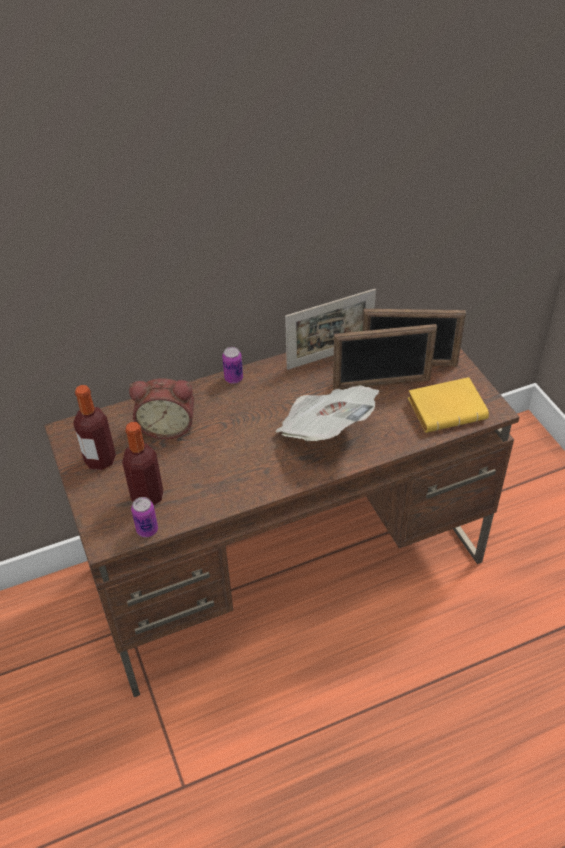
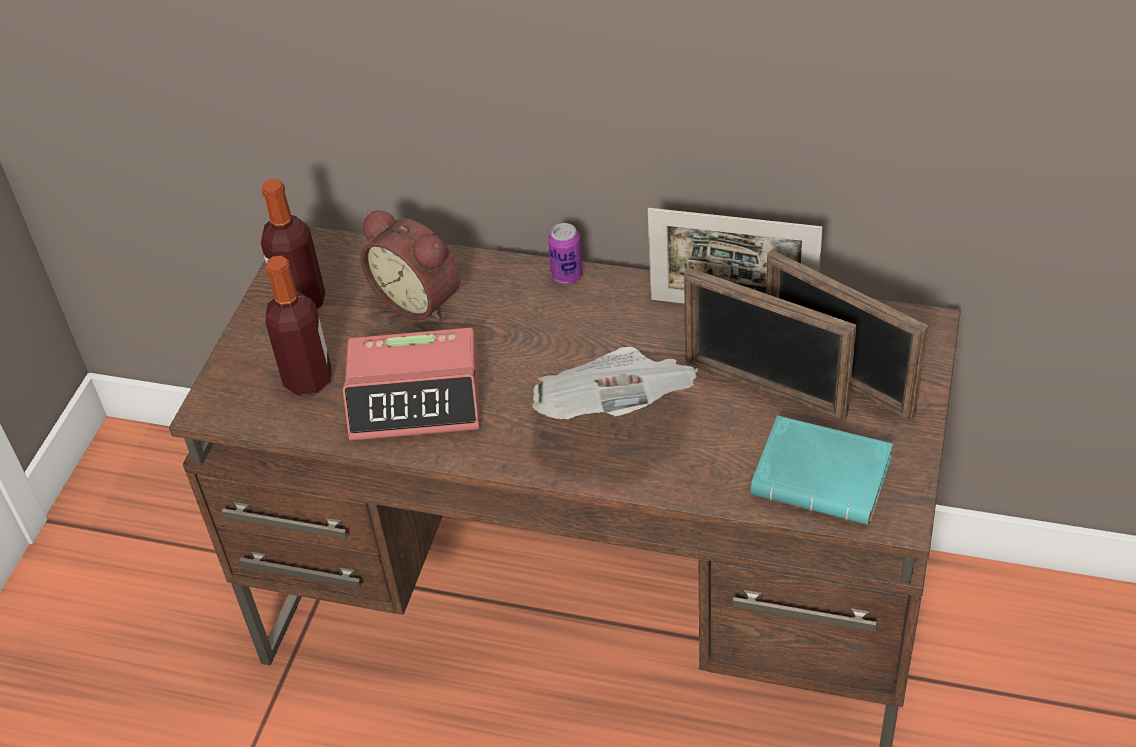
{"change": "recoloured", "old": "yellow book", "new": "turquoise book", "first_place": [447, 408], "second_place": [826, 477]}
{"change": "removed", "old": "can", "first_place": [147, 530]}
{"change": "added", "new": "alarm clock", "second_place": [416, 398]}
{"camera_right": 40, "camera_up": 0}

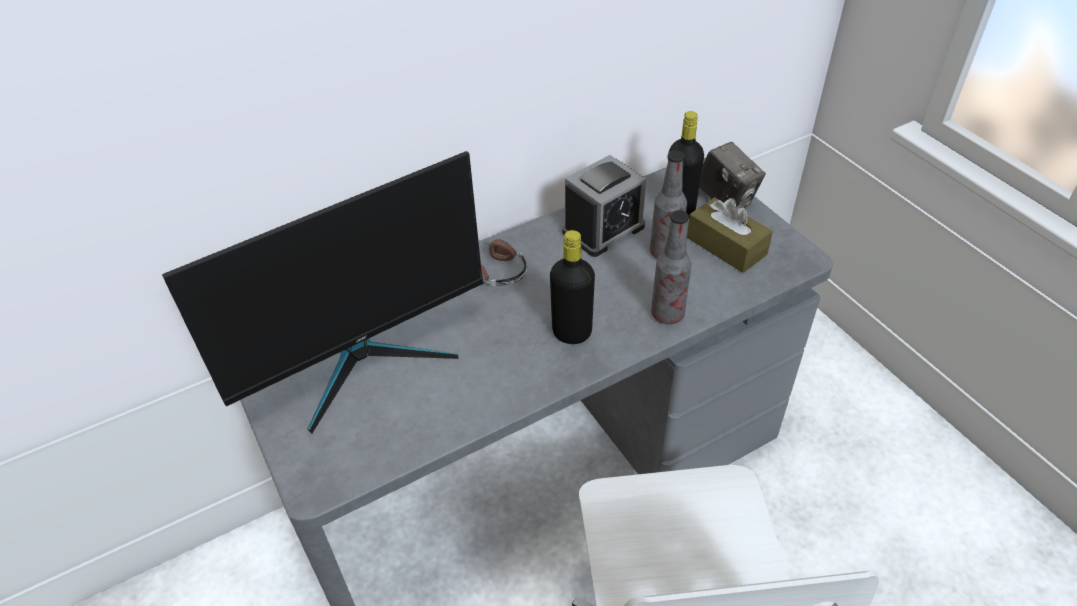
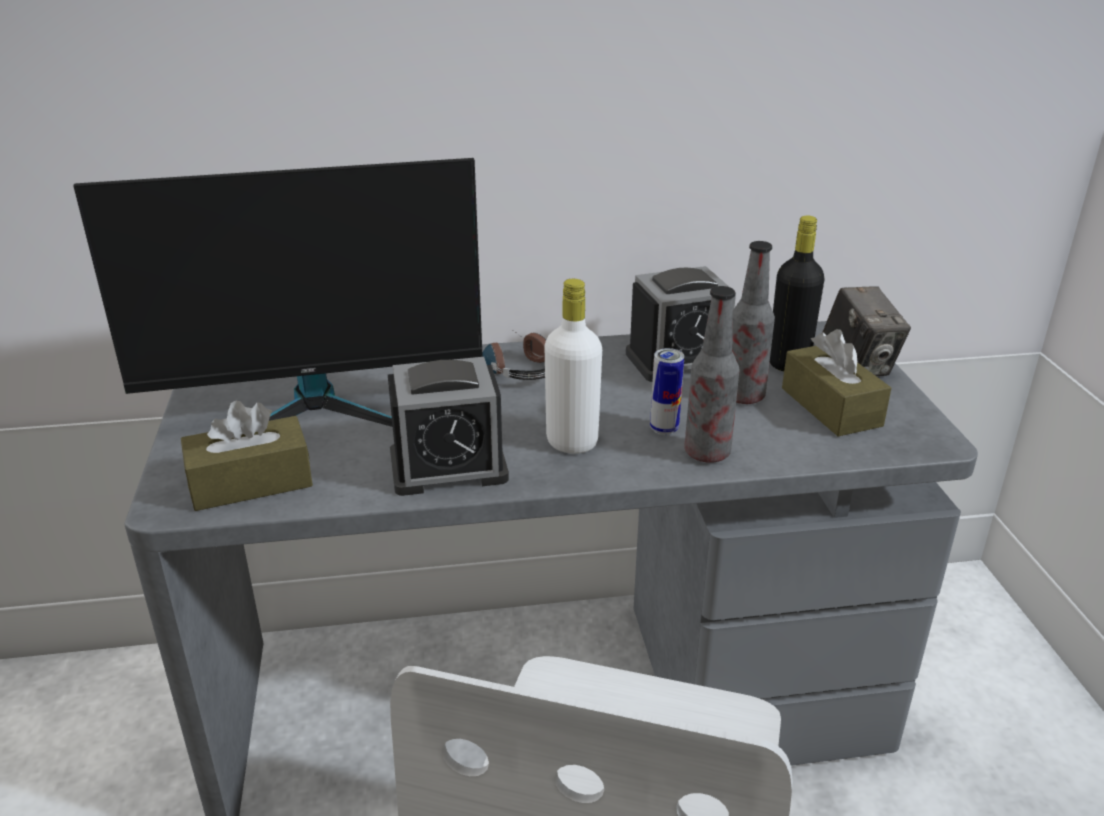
{"change": "recoloured", "old": "black bottle", "new": "white bottle", "first_place": [572, 332], "second_place": [572, 442]}
{"change": "added", "new": "can", "second_place": [664, 429]}
{"change": "added", "new": "alarm clock", "second_place": [448, 467]}
{"change": "added", "new": "brown tissue box", "second_place": [251, 482]}
{"camera_right": 20, "camera_up": -15}

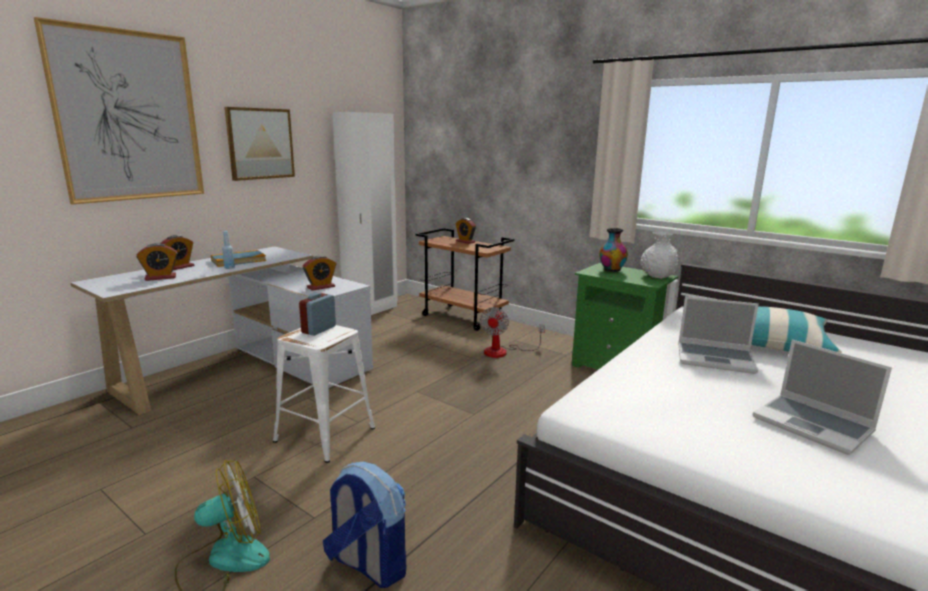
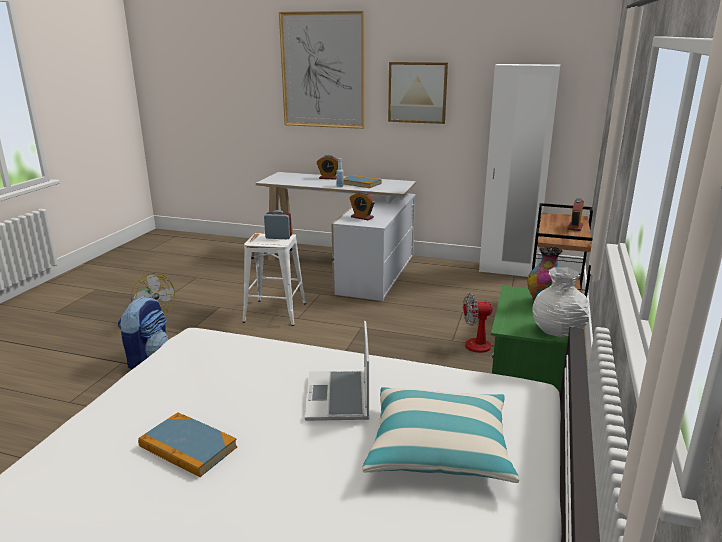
{"change": "removed", "old": "alarm clock", "first_place": [160, 277]}
{"change": "replaced", "old": "laptop", "new": "book", "first_place": [814, 425], "second_place": [188, 447]}
{"camera_right": 70, "camera_up": 5}

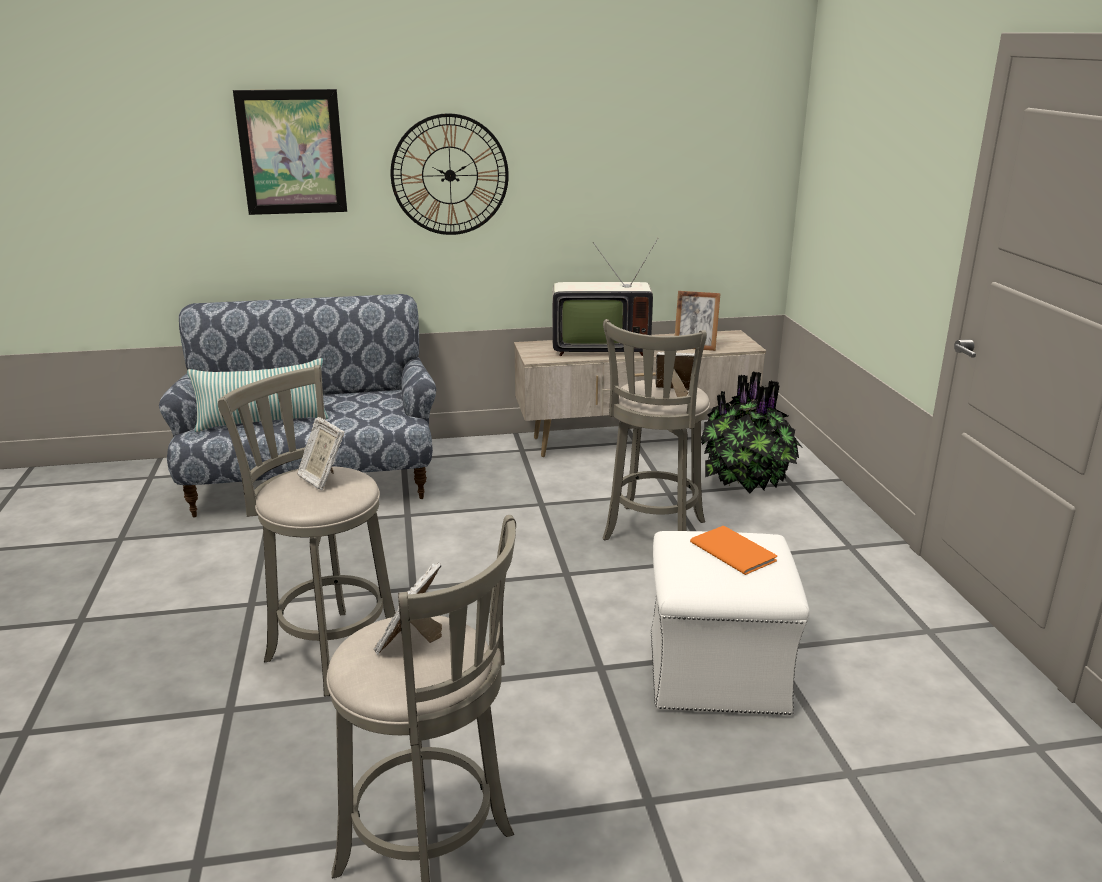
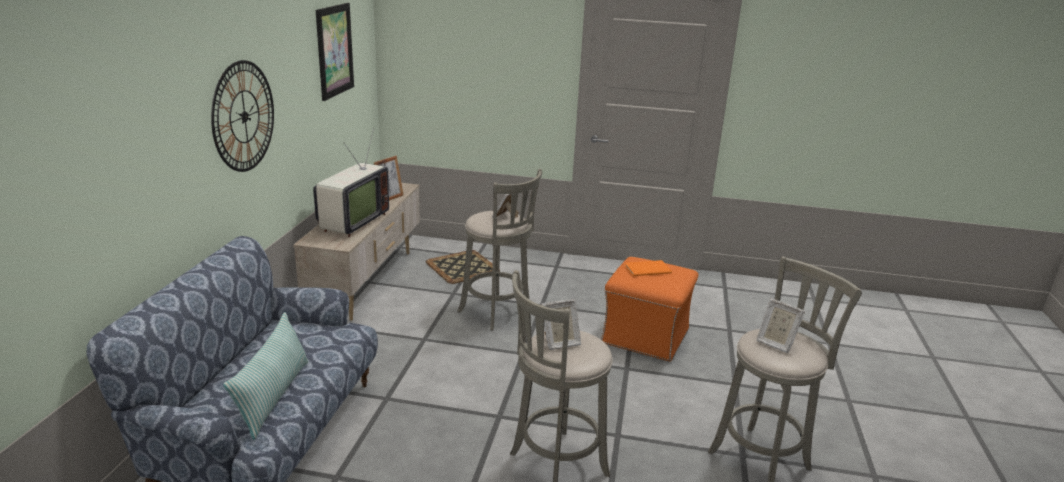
{"change": "moved", "old": "picture", "first_place": [292, 152], "second_place": [334, 50]}
{"change": "replaced", "old": "potted plant", "new": "tray", "first_place": [747, 482], "second_place": [463, 267]}
{"change": "recoloured", "old": "white ottoman", "new": "orange ottoman", "first_place": [717, 672], "second_place": [646, 336]}
{"camera_right": -70, "camera_up": 0}

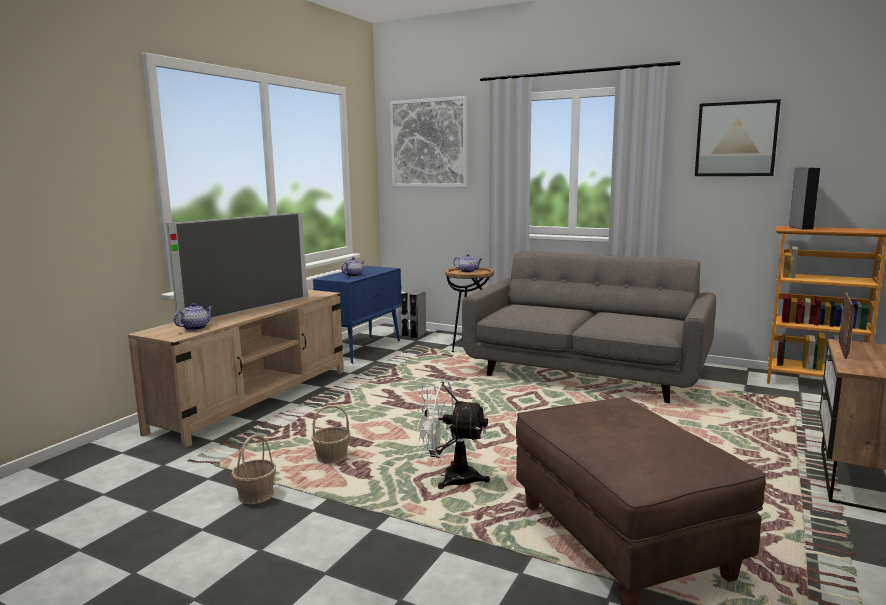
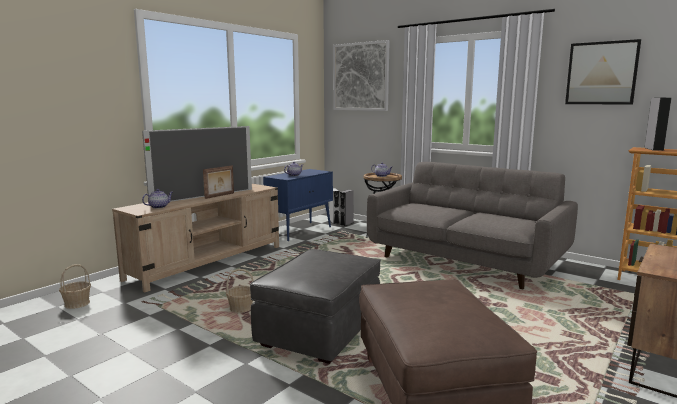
{"change": "moved", "old": "picture frame", "first_place": [843, 350], "second_place": [220, 196]}
{"change": "replaced", "old": "white fan", "new": "grey ottoman", "first_place": [450, 478], "second_place": [320, 331]}
{"change": "moved", "old": "basket", "first_place": [255, 495], "second_place": [77, 303]}
{"camera_right": 10, "camera_up": 0}

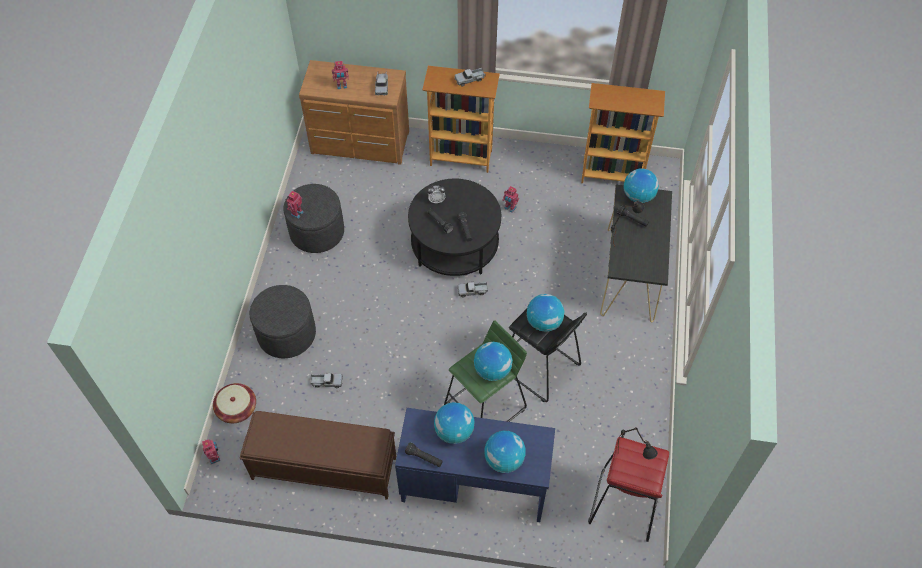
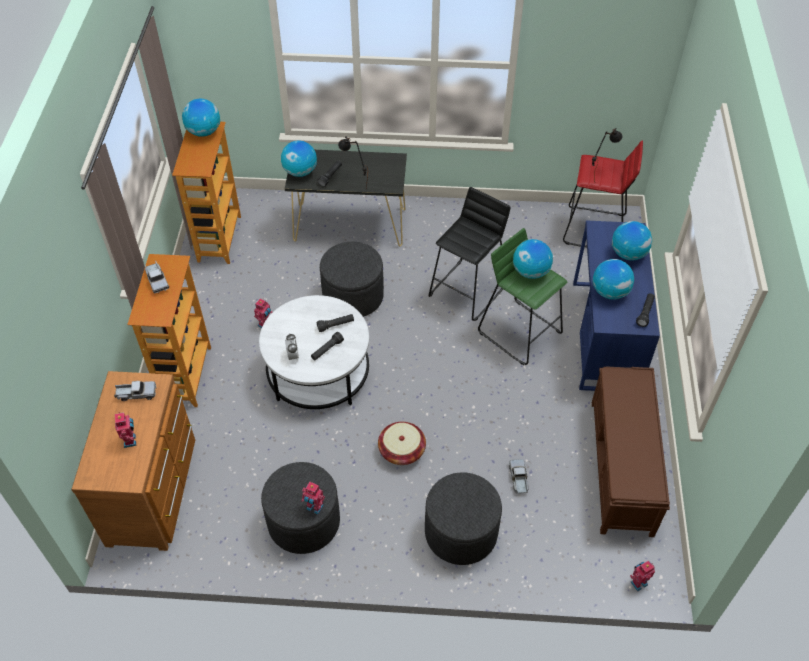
{"change": "recoloured", "old": "black coffee table", "new": "white coffee table", "first_place": [455, 244], "second_place": [318, 372]}
{"change": "removed", "old": "toy truck", "first_place": [472, 291]}
{"change": "moved", "old": "globe", "first_place": [544, 322], "second_place": [204, 132]}
{"change": "moved", "old": "basket", "first_place": [237, 409], "second_place": [402, 450]}
{"change": "added", "new": "grey ottoman", "second_place": [353, 296]}
{"camera_right": -95, "camera_up": -5}

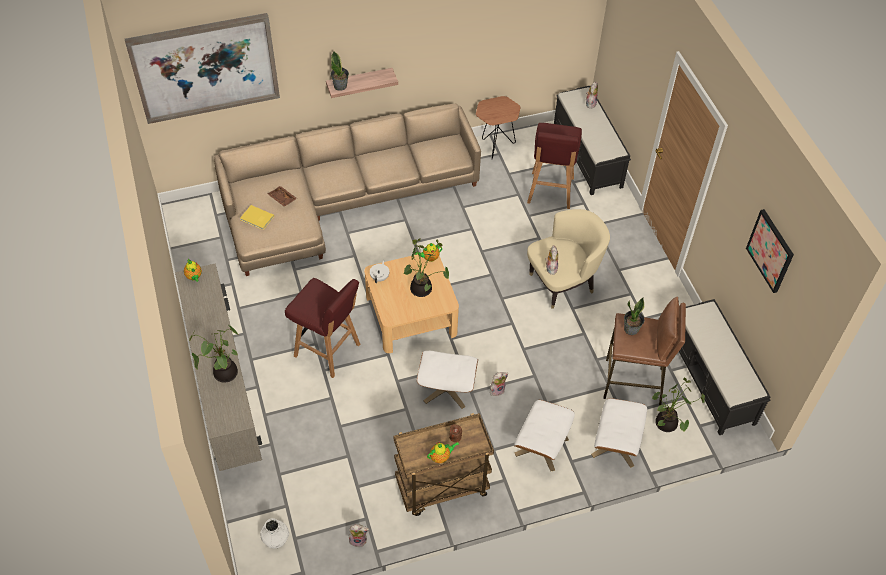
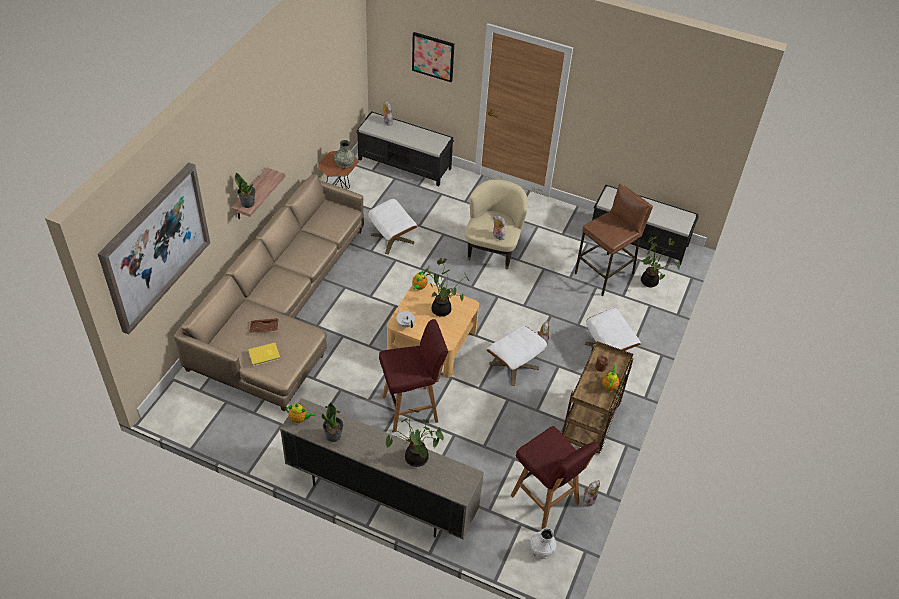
{"change": "moved", "old": "red stool", "first_place": [550, 191], "second_place": [545, 501]}
{"change": "moved", "old": "picture", "first_place": [770, 250], "second_place": [433, 56]}
{"change": "moved", "old": "potted plant", "first_place": [631, 329], "second_place": [334, 435]}
{"change": "moved", "old": "white ottoman", "first_place": [616, 444], "second_place": [393, 239]}
{"change": "added", "new": "grey vase", "second_place": [344, 163]}
{"camera_right": -50, "camera_up": -5}

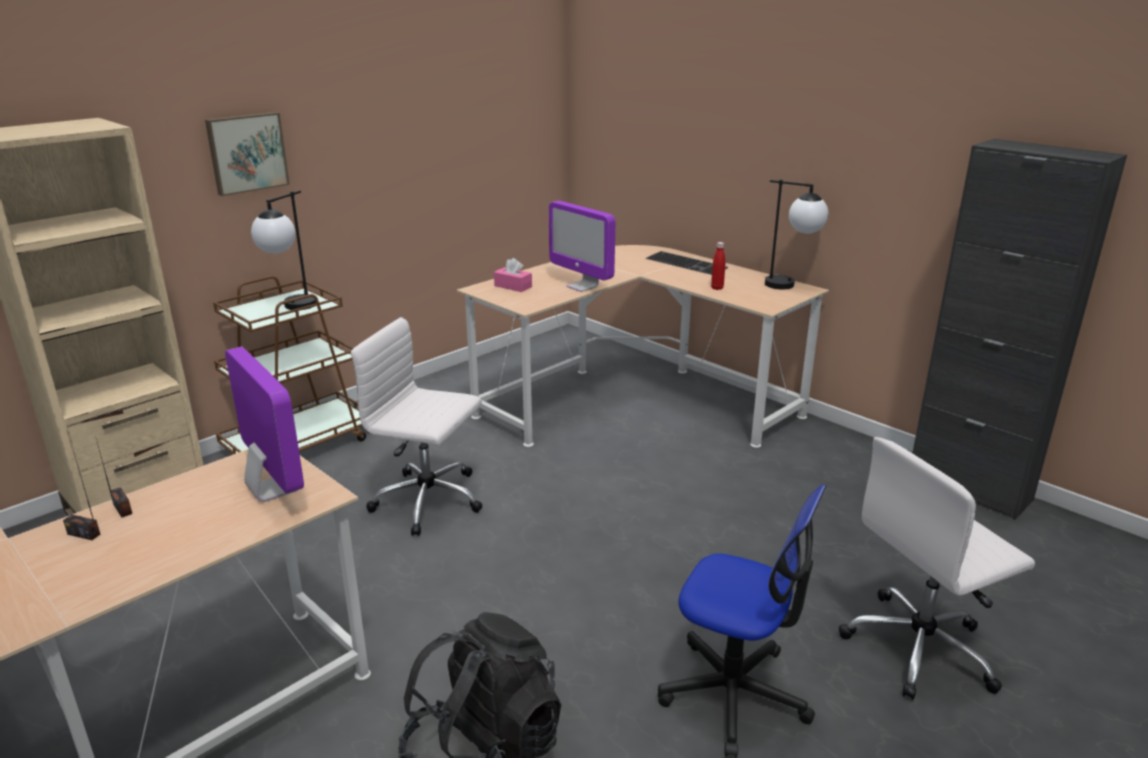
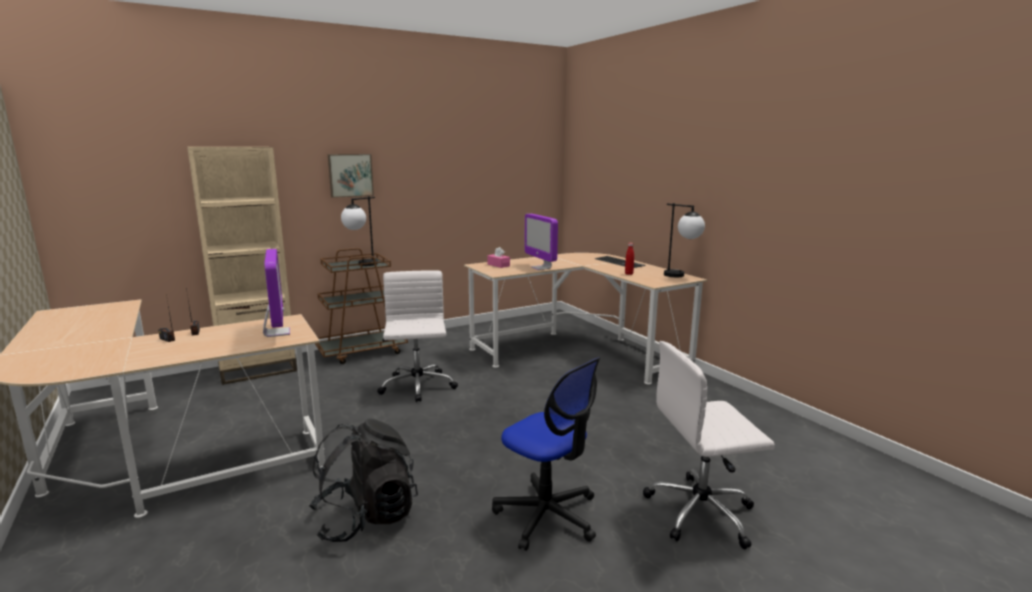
{"change": "removed", "old": "black cabinet", "first_place": [969, 488]}
{"change": "turned", "old": "white office chair", "first_place": [430, 501], "second_place": [417, 387], "degrees": 45}
{"camera_right": 15, "camera_up": -10}

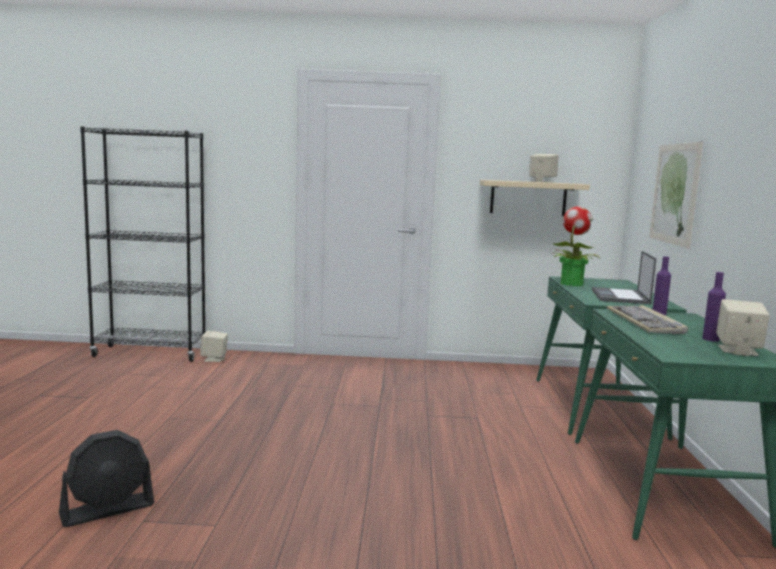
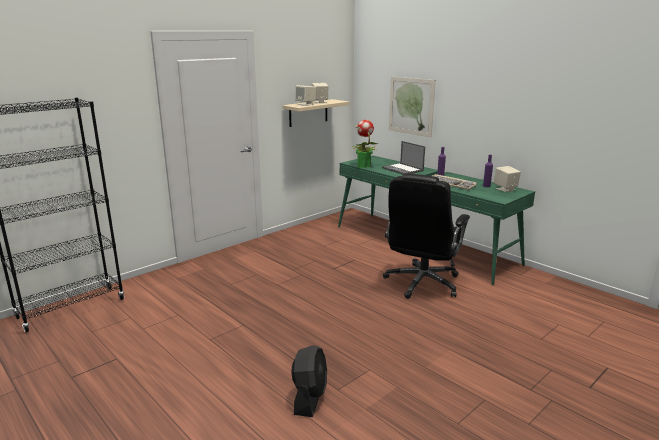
{"change": "moved", "old": "beige speaker", "first_place": [214, 359], "second_place": [306, 104]}
{"change": "added", "new": "black office chair", "second_place": [422, 283]}
{"camera_right": -45, "camera_up": 10}

